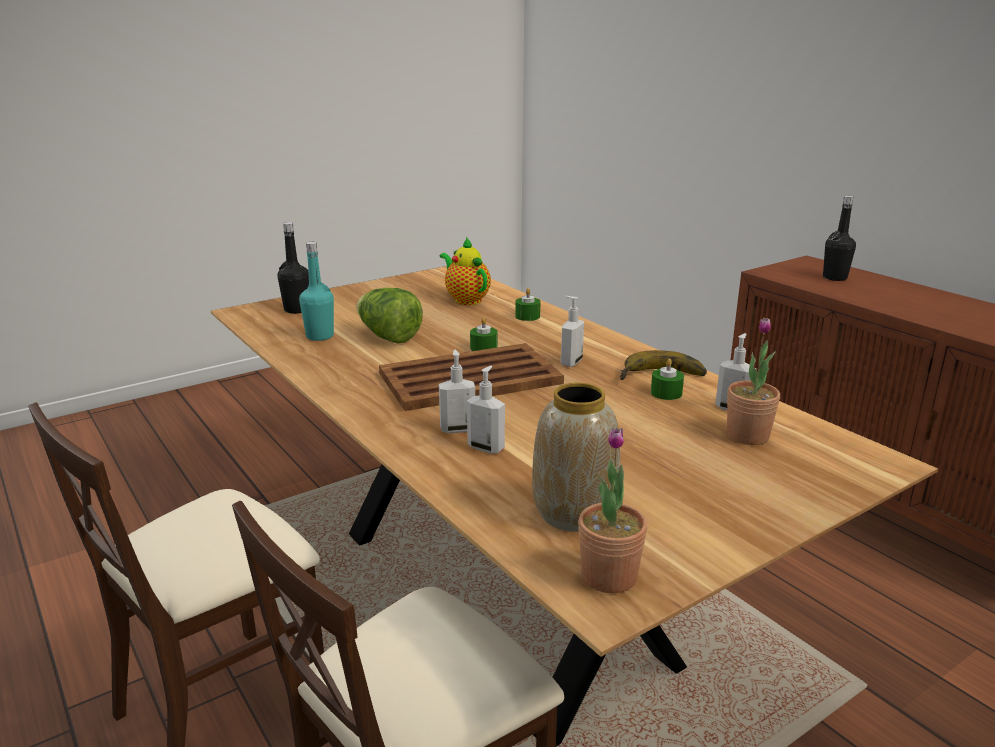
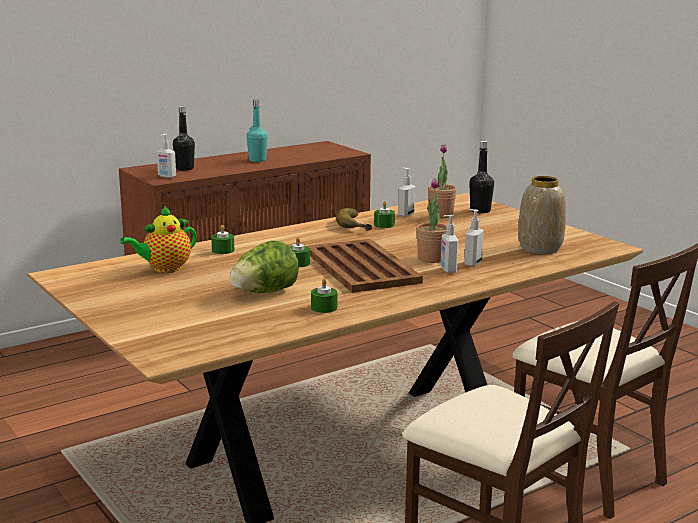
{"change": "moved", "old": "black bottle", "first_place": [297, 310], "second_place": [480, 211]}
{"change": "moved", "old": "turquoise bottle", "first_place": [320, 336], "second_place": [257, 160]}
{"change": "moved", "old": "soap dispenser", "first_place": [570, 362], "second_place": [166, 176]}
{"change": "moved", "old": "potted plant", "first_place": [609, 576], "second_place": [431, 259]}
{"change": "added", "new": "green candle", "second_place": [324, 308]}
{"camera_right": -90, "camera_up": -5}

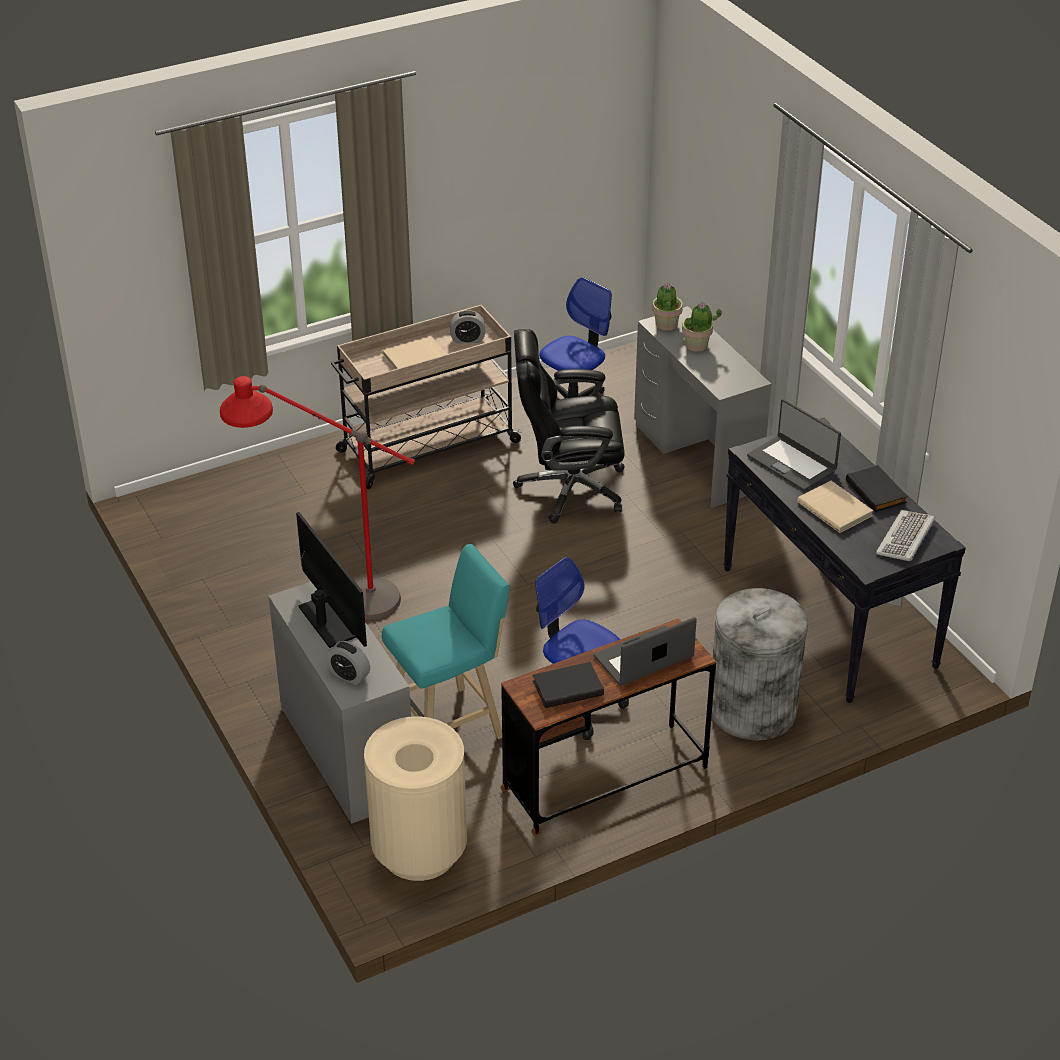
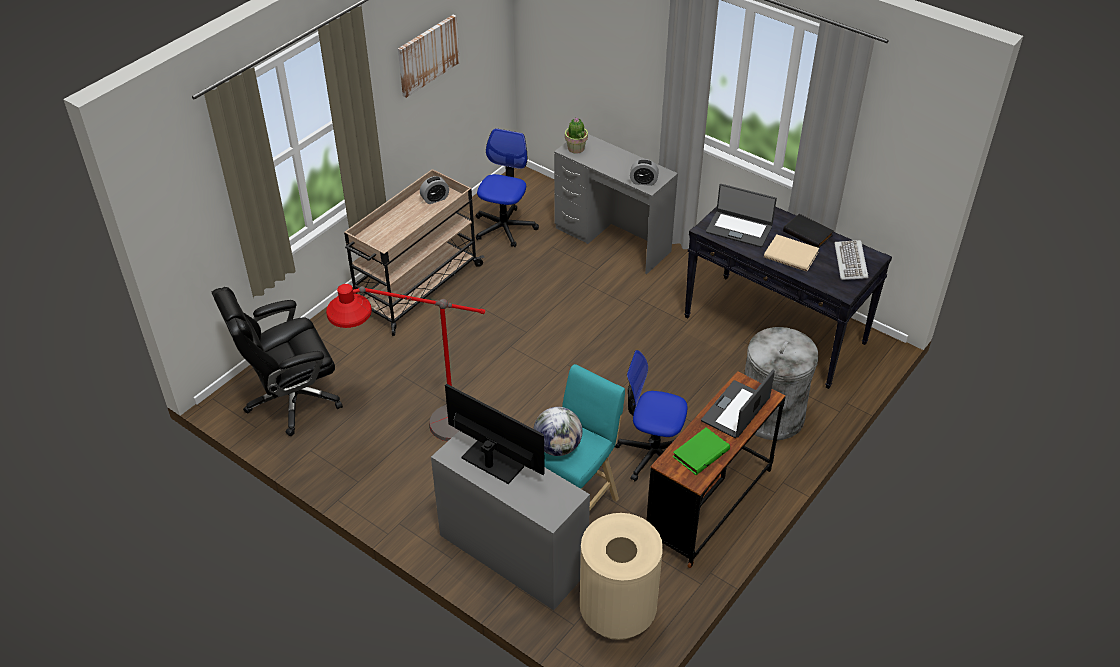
{"change": "removed", "old": "potted plant", "first_place": [696, 345]}
{"change": "moved", "old": "black office chair", "first_place": [569, 488], "second_place": [291, 399]}
{"change": "removed", "old": "beige book", "first_place": [415, 358]}
{"change": "moved", "old": "alarm clock", "first_place": [349, 675], "second_place": [643, 182]}
{"change": "recoloured", "old": "black book", "new": "green book", "first_place": [568, 687], "second_place": [700, 452]}
{"change": "added", "new": "picture", "second_place": [428, 55]}
{"change": "added", "new": "globe", "second_place": [558, 447]}
{"camera_right": -25, "camera_up": 5}

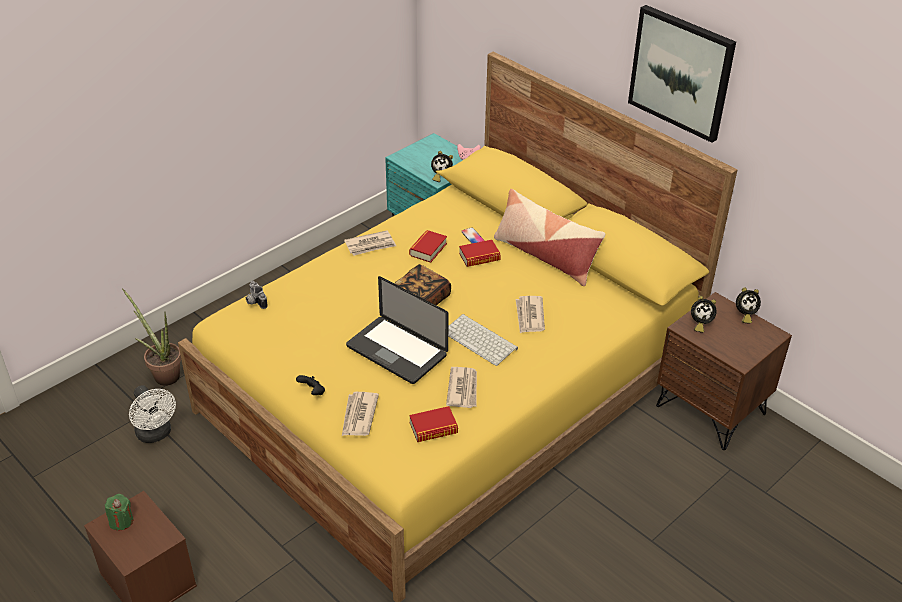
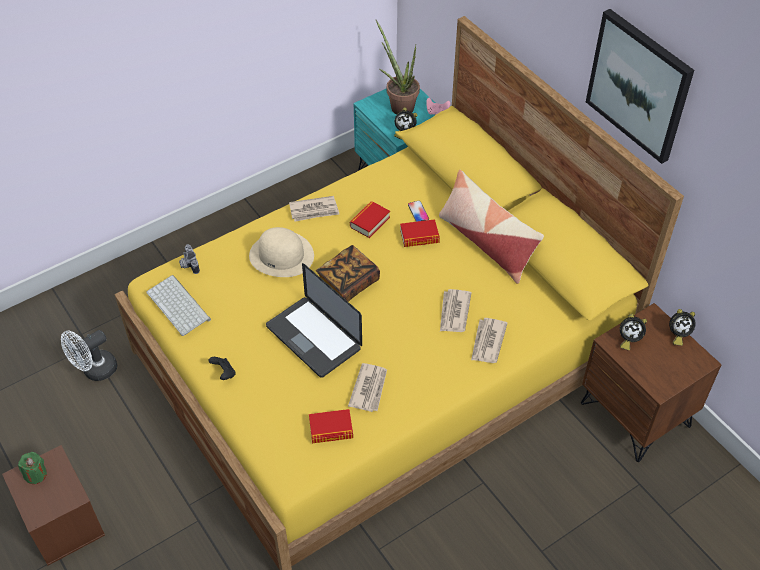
{"change": "moved", "old": "potted plant", "first_place": [163, 374], "second_place": [399, 105]}
{"change": "moved", "old": "keyboard", "first_place": [481, 340], "second_place": [180, 306]}
{"change": "turned", "old": "white fan", "first_place": [156, 434], "second_place": [95, 371], "degrees": 75}
{"change": "moved", "old": "newspaper", "first_place": [358, 416], "second_place": [487, 342]}
{"change": "added", "new": "beige hat", "second_place": [281, 255]}
{"camera_right": 10, "camera_up": 10}

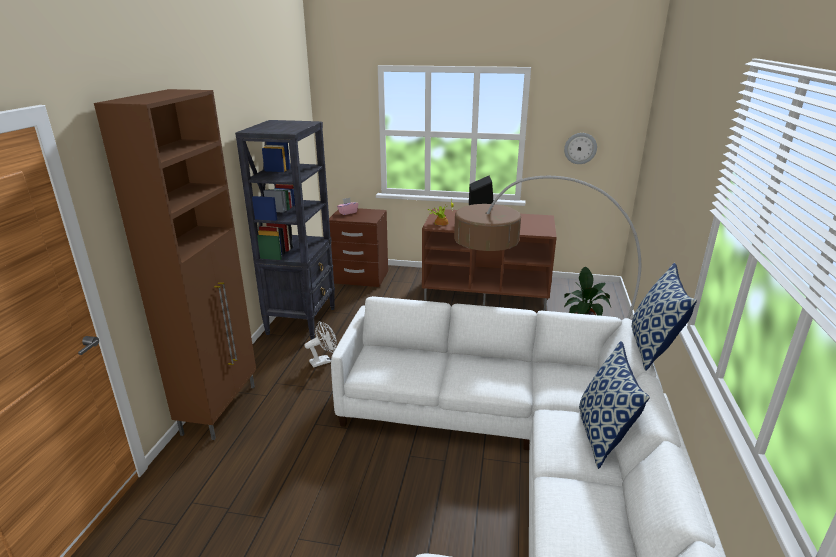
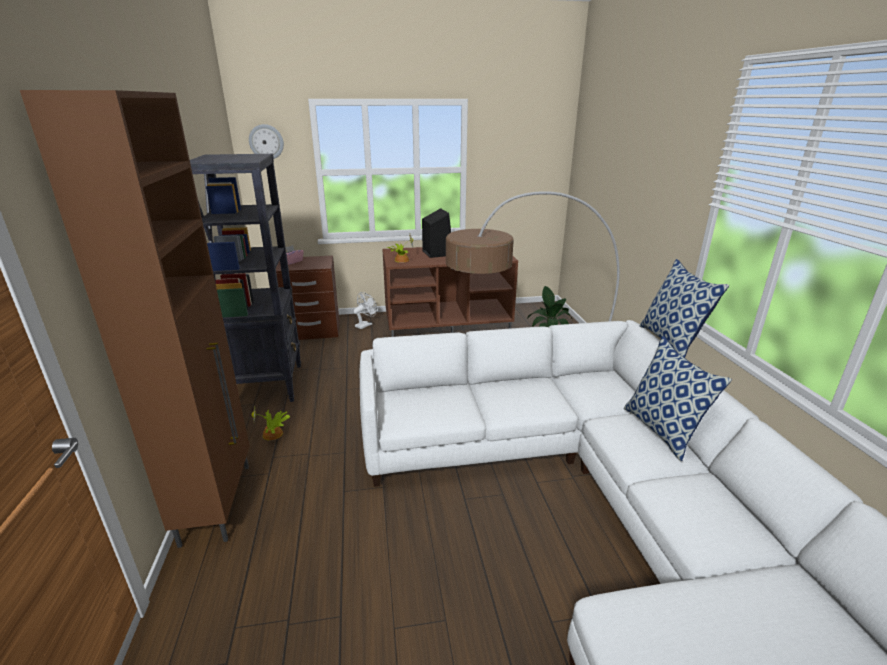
{"change": "moved", "old": "wall clock", "first_place": [580, 148], "second_place": [266, 142]}
{"change": "moved", "old": "white fan", "first_place": [323, 361], "second_place": [365, 324]}
{"change": "added", "new": "potted plant", "second_place": [274, 434]}
{"camera_right": -20, "camera_up": 0}

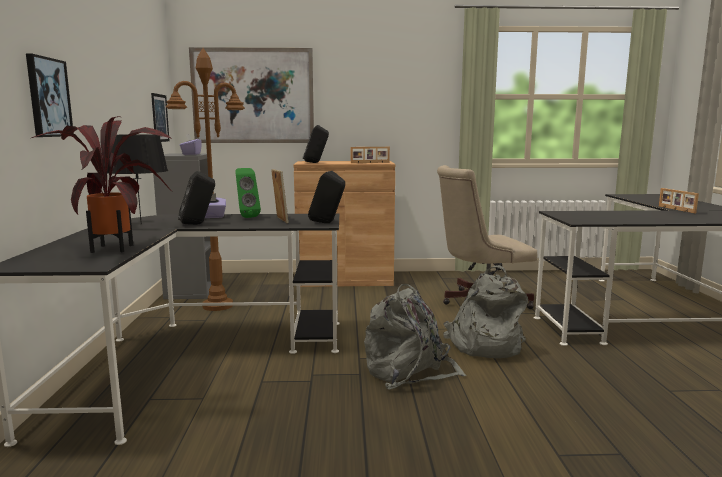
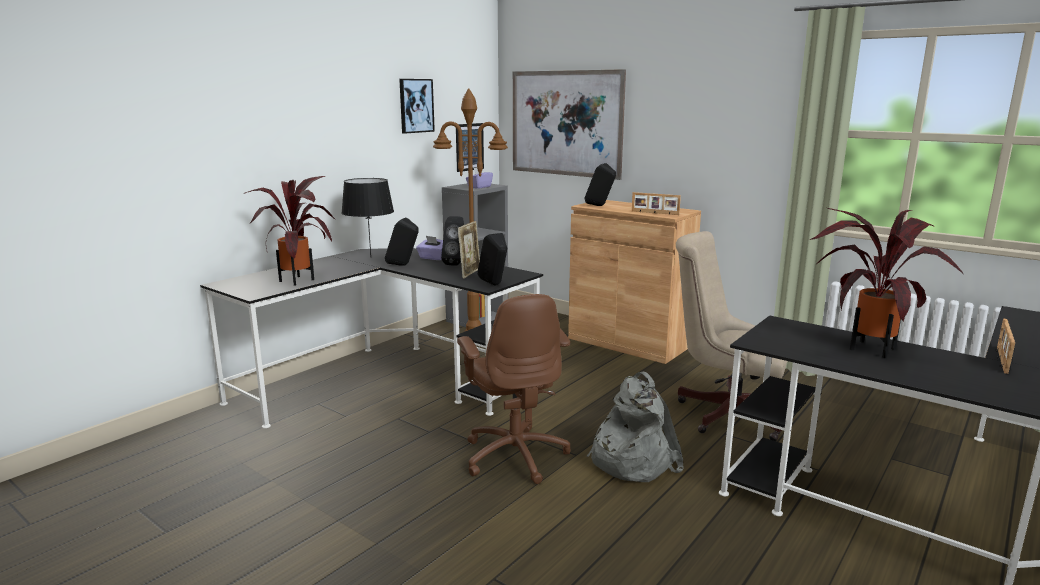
{"change": "moved", "old": "picture", "first_place": [48, 97], "second_place": [416, 105]}
{"change": "recoloured", "old": "green speaker", "new": "black speaker", "first_place": [246, 217], "second_place": [456, 264]}
{"change": "replaced", "old": "grey backpack", "new": "brown office chair", "first_place": [409, 371], "second_place": [515, 455]}
{"change": "added", "new": "potted plant", "second_place": [868, 347]}
{"camera_right": 40, "camera_up": 5}

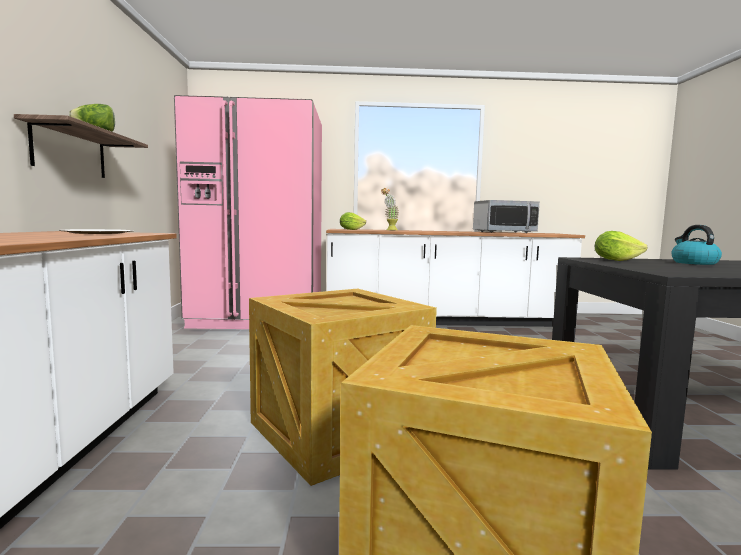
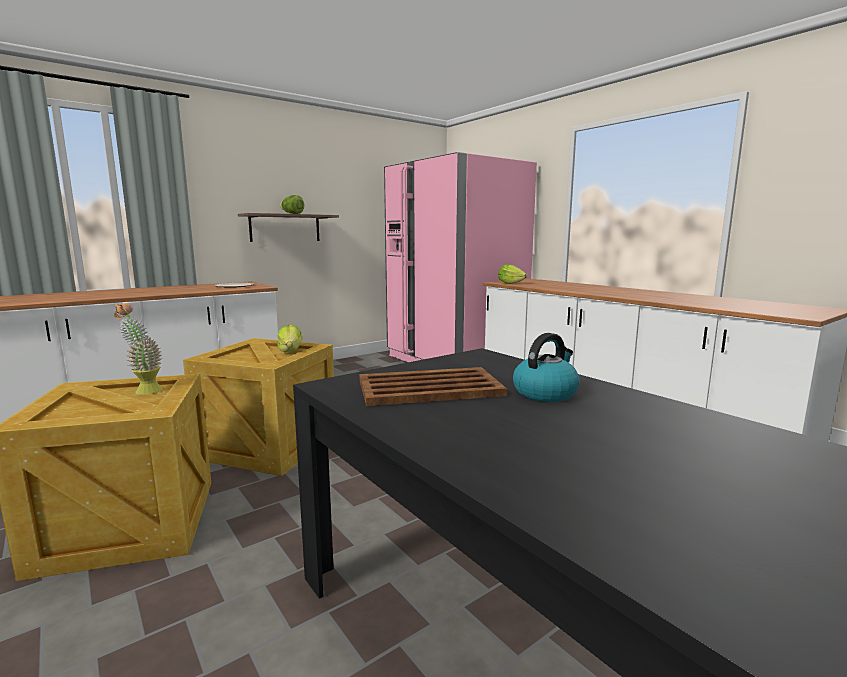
{"change": "moved", "old": "potted plant", "first_place": [389, 230], "second_place": [143, 390]}
{"change": "removed", "old": "microwave", "first_place": [504, 232]}
{"change": "moved", "old": "lettuce", "first_place": [615, 260], "second_place": [290, 351]}
{"change": "added", "new": "brown tray", "second_place": [428, 388]}
{"camera_right": 55, "camera_up": 5}

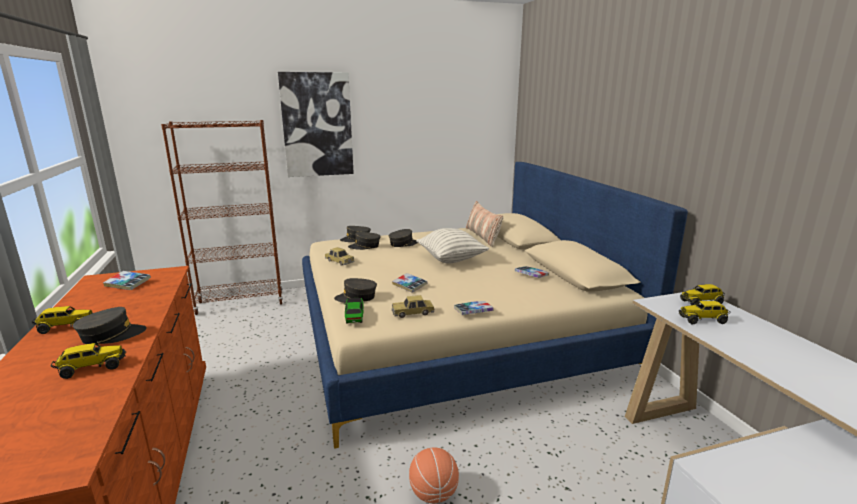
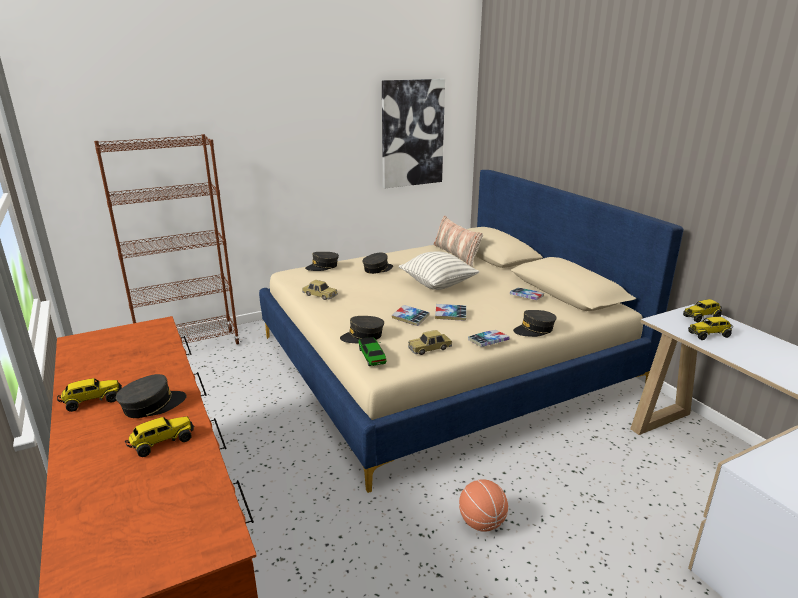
{"change": "moved", "old": "picture", "first_place": [317, 125], "second_place": [412, 133]}
{"change": "moved", "old": "grey cap", "first_place": [365, 246], "second_place": [534, 330]}
{"change": "moved", "old": "book", "first_place": [128, 284], "second_place": [450, 315]}
{"camera_right": -10, "camera_up": 5}

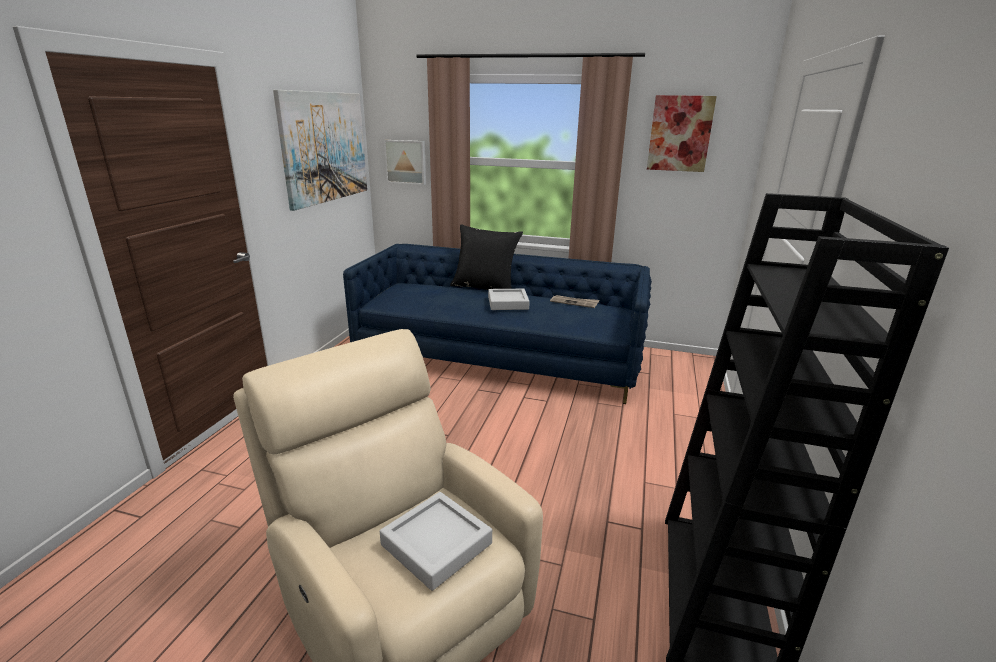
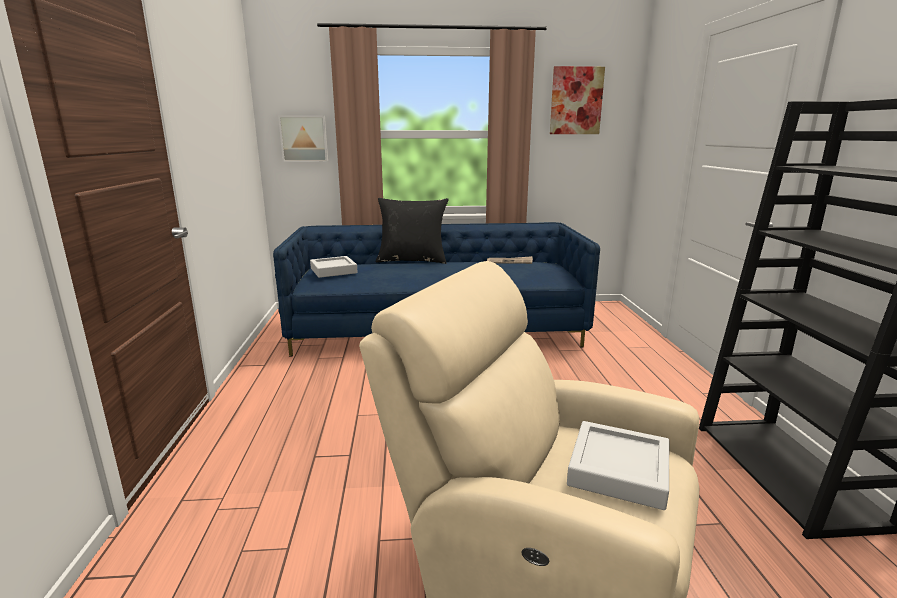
{"change": "removed", "old": "picture", "first_place": [325, 147]}
{"change": "moved", "old": "grey tray", "first_place": [508, 303], "second_place": [333, 271]}
{"camera_right": -20, "camera_up": -5}

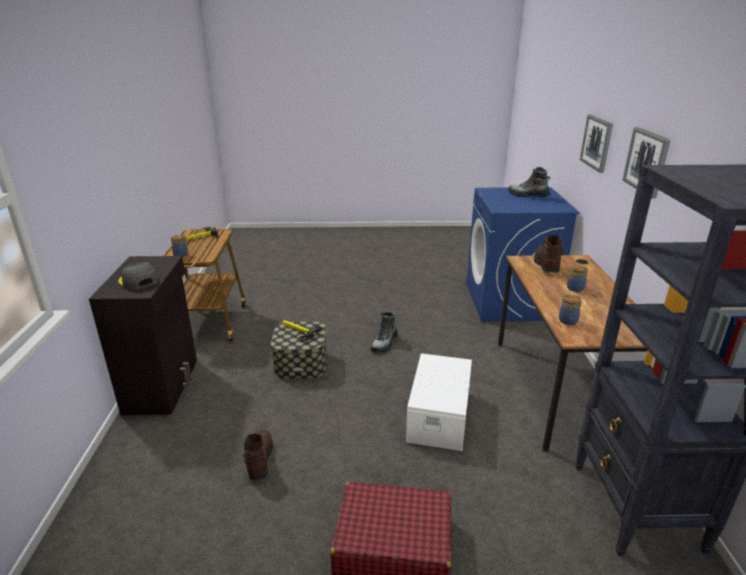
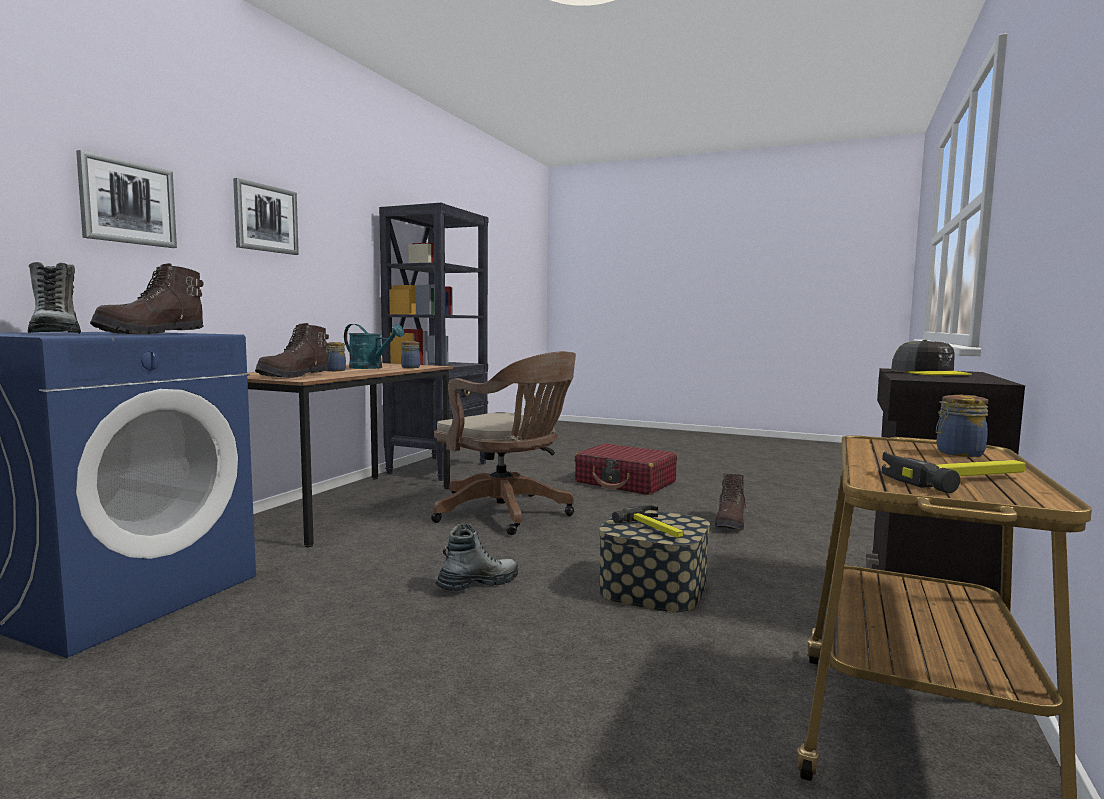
{"change": "replaced", "old": "white storage box", "new": "brown office chair", "first_place": [440, 415], "second_place": [507, 514]}
{"change": "added", "new": "brown boot", "second_place": [152, 334]}
{"change": "added", "new": "turquoise watering can", "second_place": [371, 368]}
{"camera_right": -155, "camera_up": -20}

